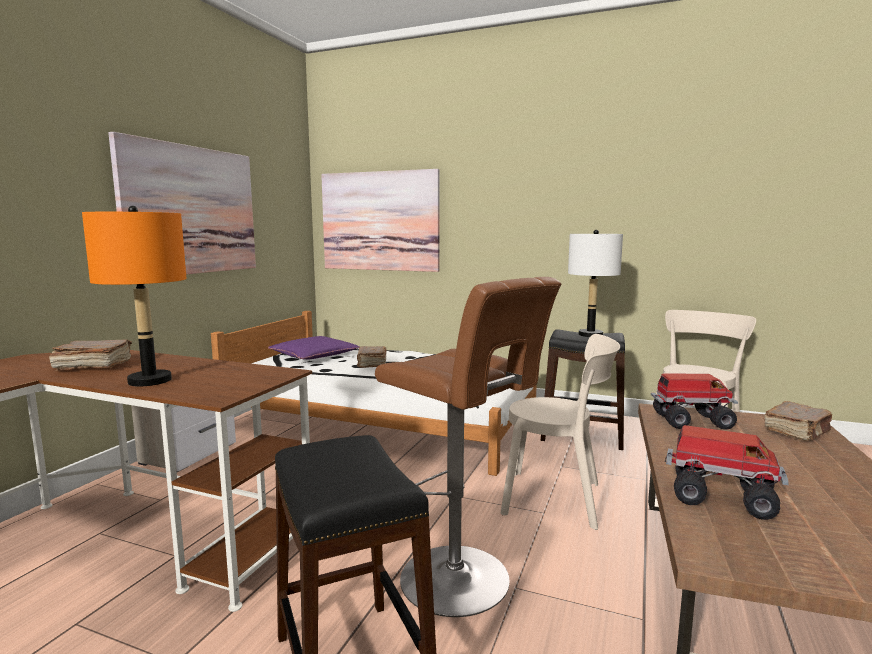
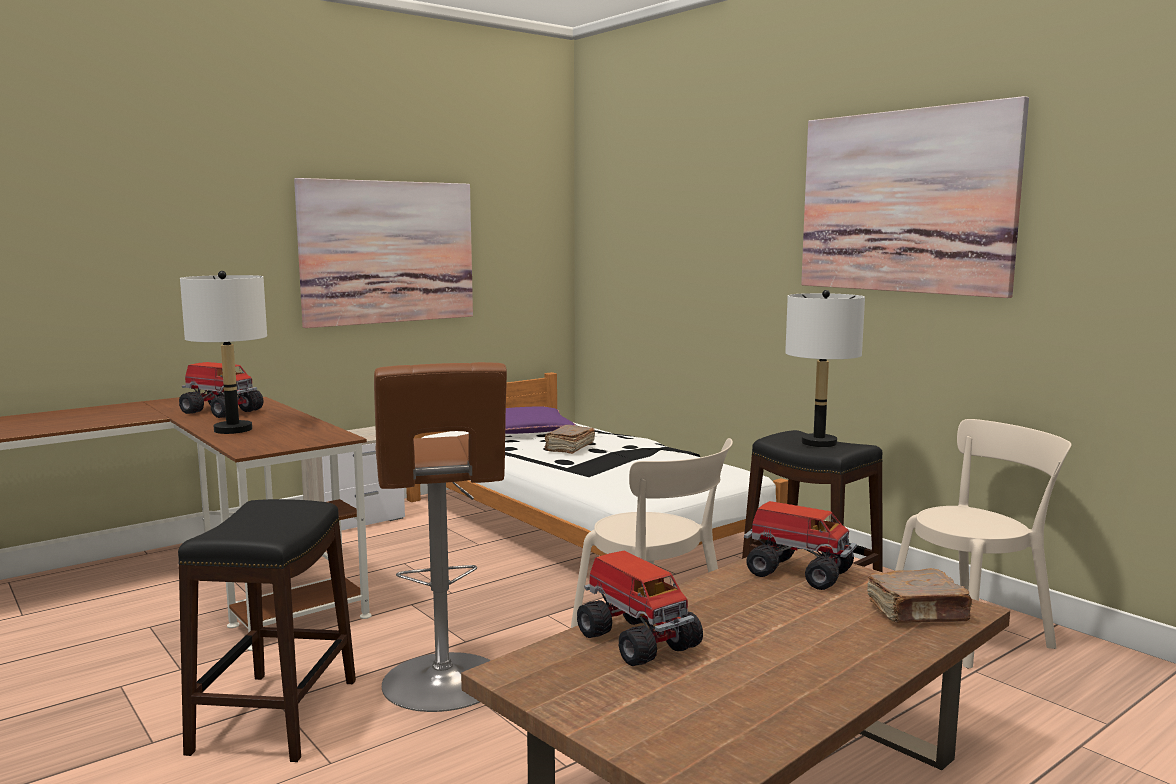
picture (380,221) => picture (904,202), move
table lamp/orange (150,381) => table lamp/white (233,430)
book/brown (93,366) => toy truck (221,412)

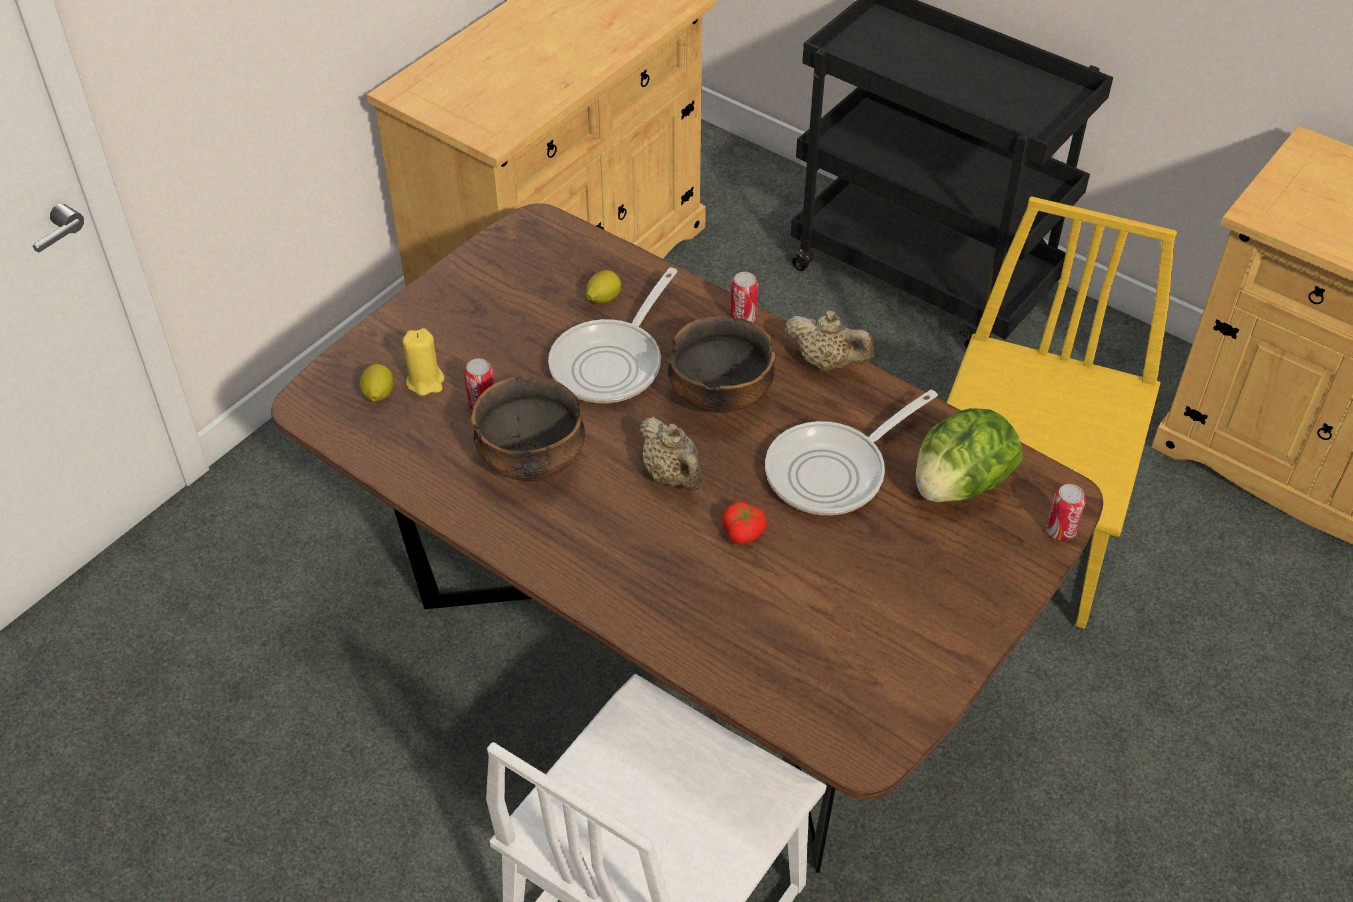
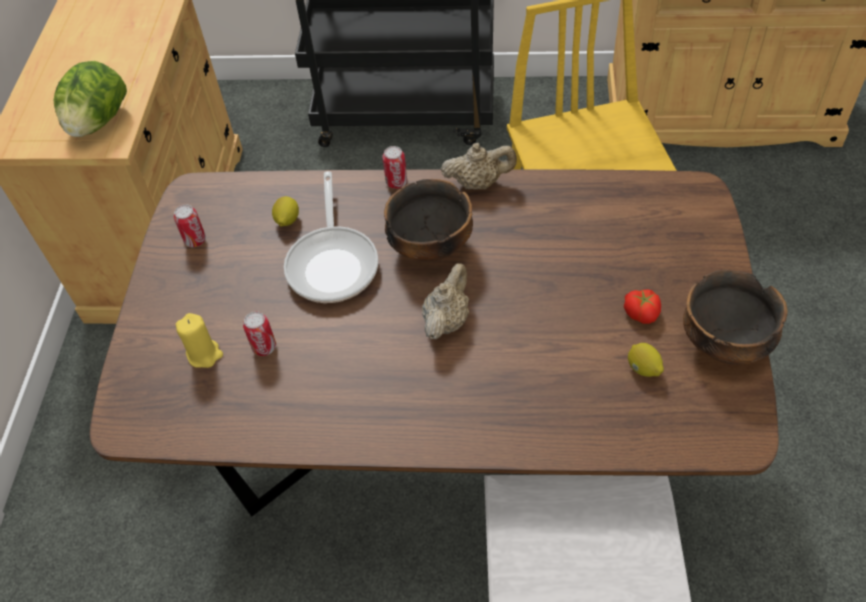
lemon (378,395) => lemon (643,368), move
bowl (531,462) => bowl (725,343), move
frying pan (833,471) => nothing
lettuce (960,485) => lettuce (98,122), move
teapot/beige (672,476) => teapot/beige (447,320), 90 degrees counterclockwise
can (1060,531) => can (195,240), move
tomato (744,532) => tomato (642,312), move

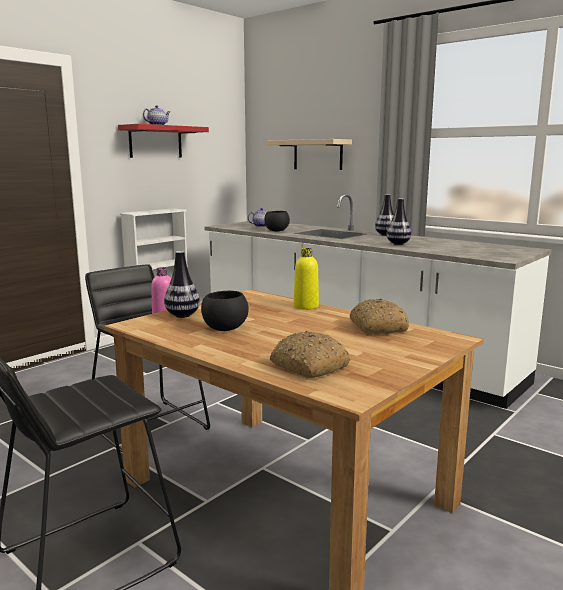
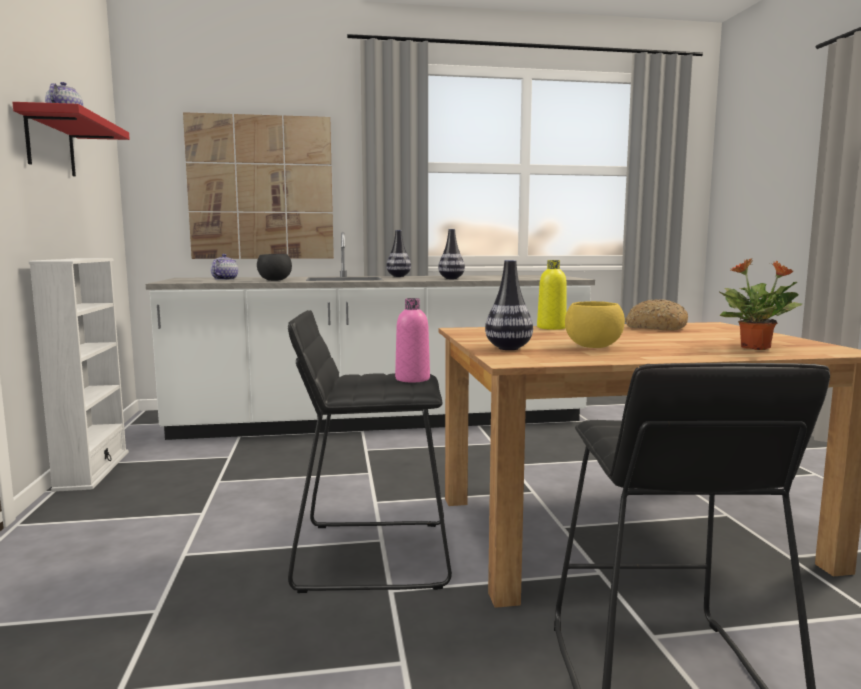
shelf/beige (317,155) => picture (261,188)
bowl/black (224,329) => bowl/yellow (592,347)
bread (308,366) => potted plant (756,348)

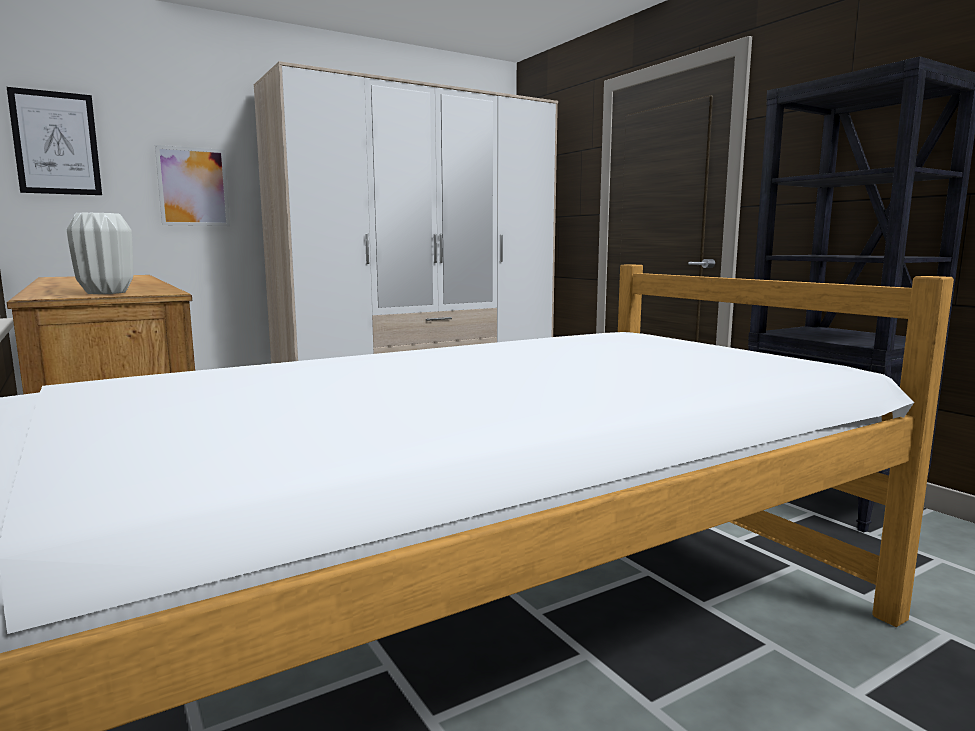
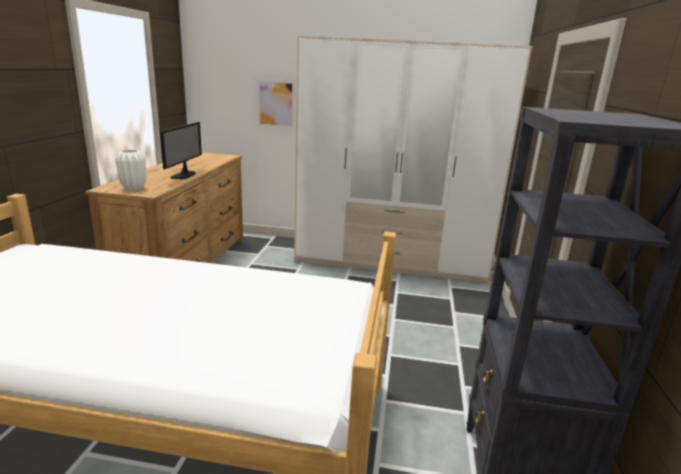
picture (56,143) => nothing
nothing => monitor (184,175)

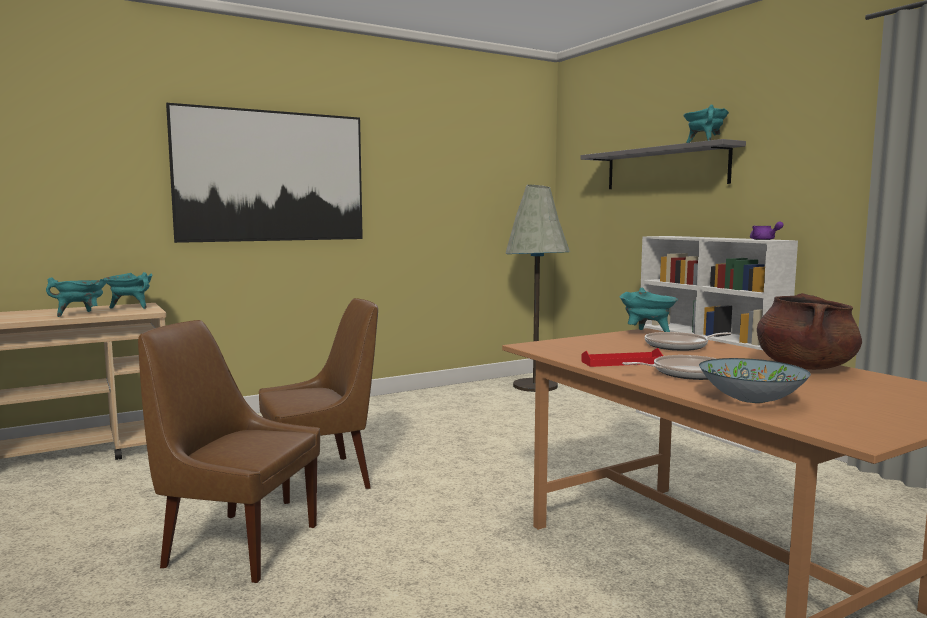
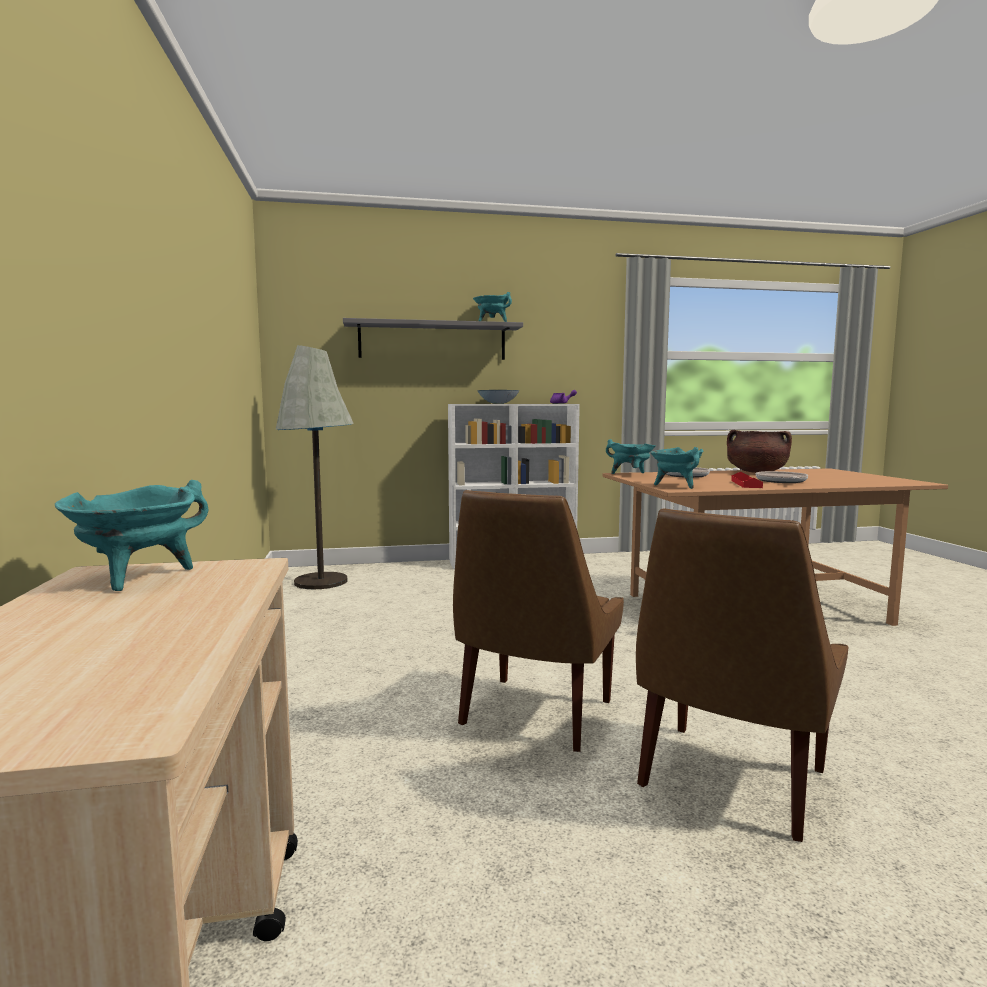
picture (271,176) => nothing
cooking pot/turquoise (81,314) => cooking pot/turquoise (676,486), move
chair/brown (322,478) => chair/brown (534,715), 150 degrees counterclockwise
bowl (750,399) => bowl (498,403), move

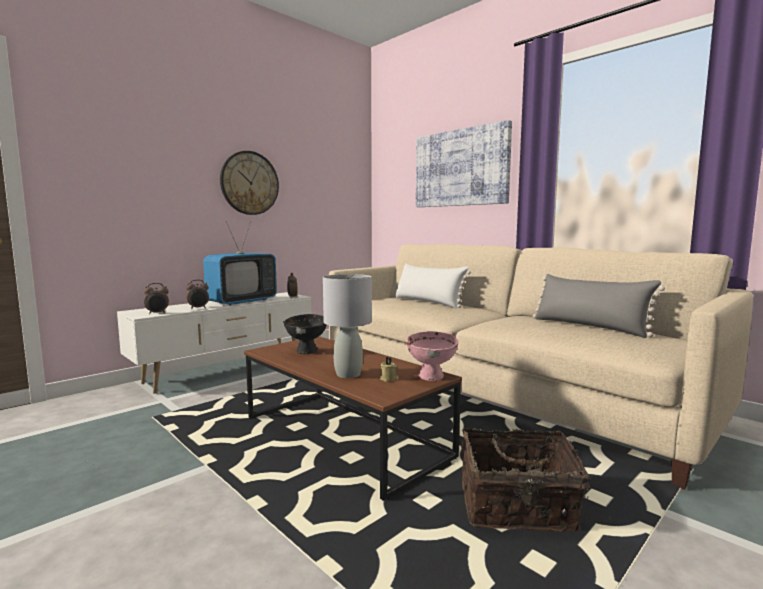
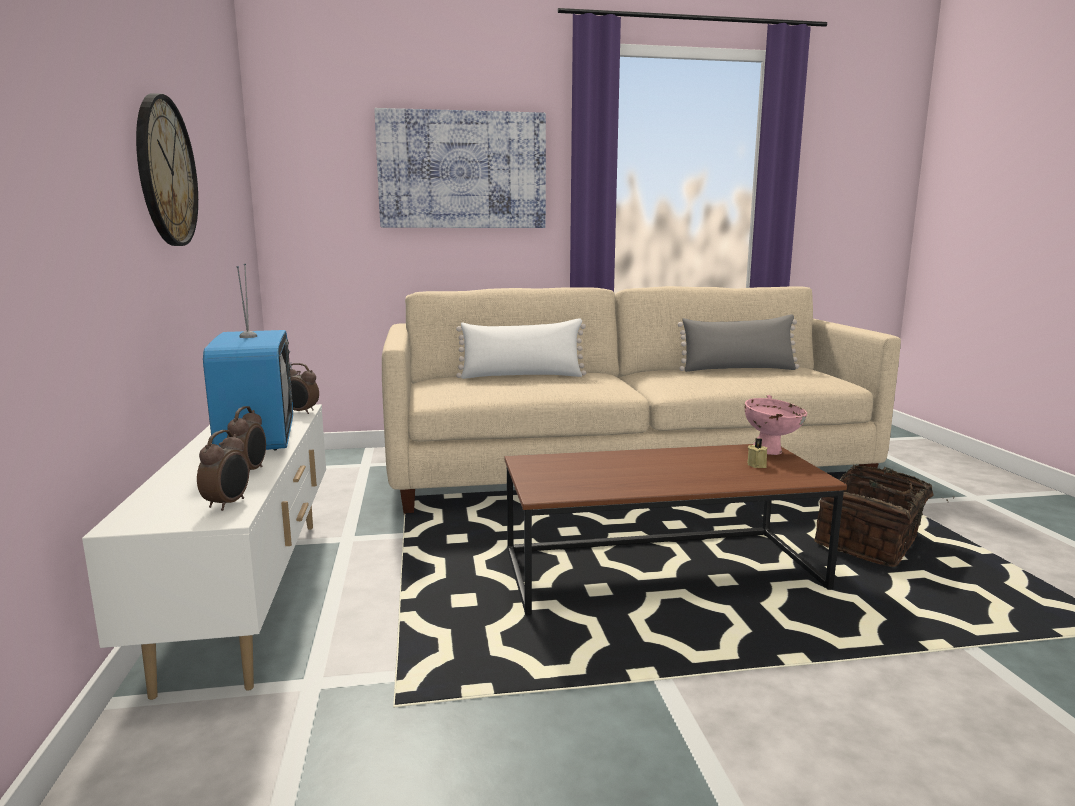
table lamp/grey (348,375) => nothing
bowl/black (307,352) => nothing

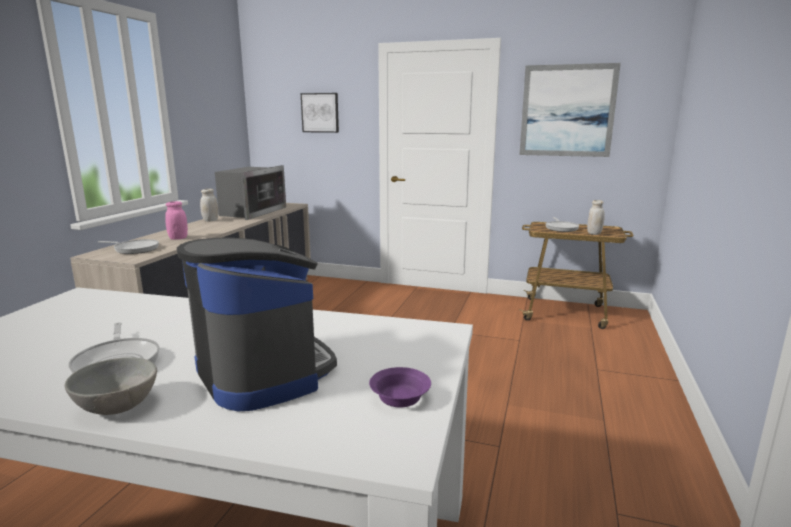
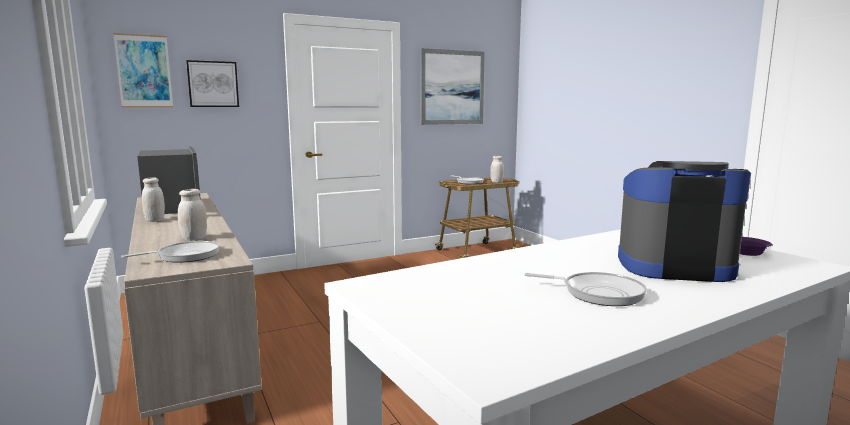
jar/pink (178,238) => jar/white (194,238)
bowl/grey (118,406) => nothing
nothing => picture (144,71)

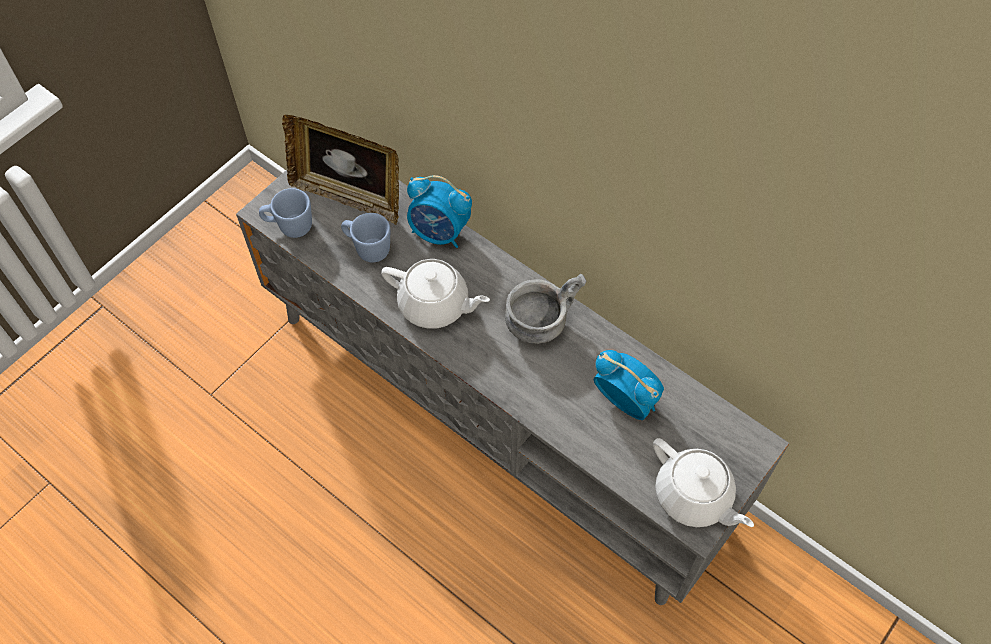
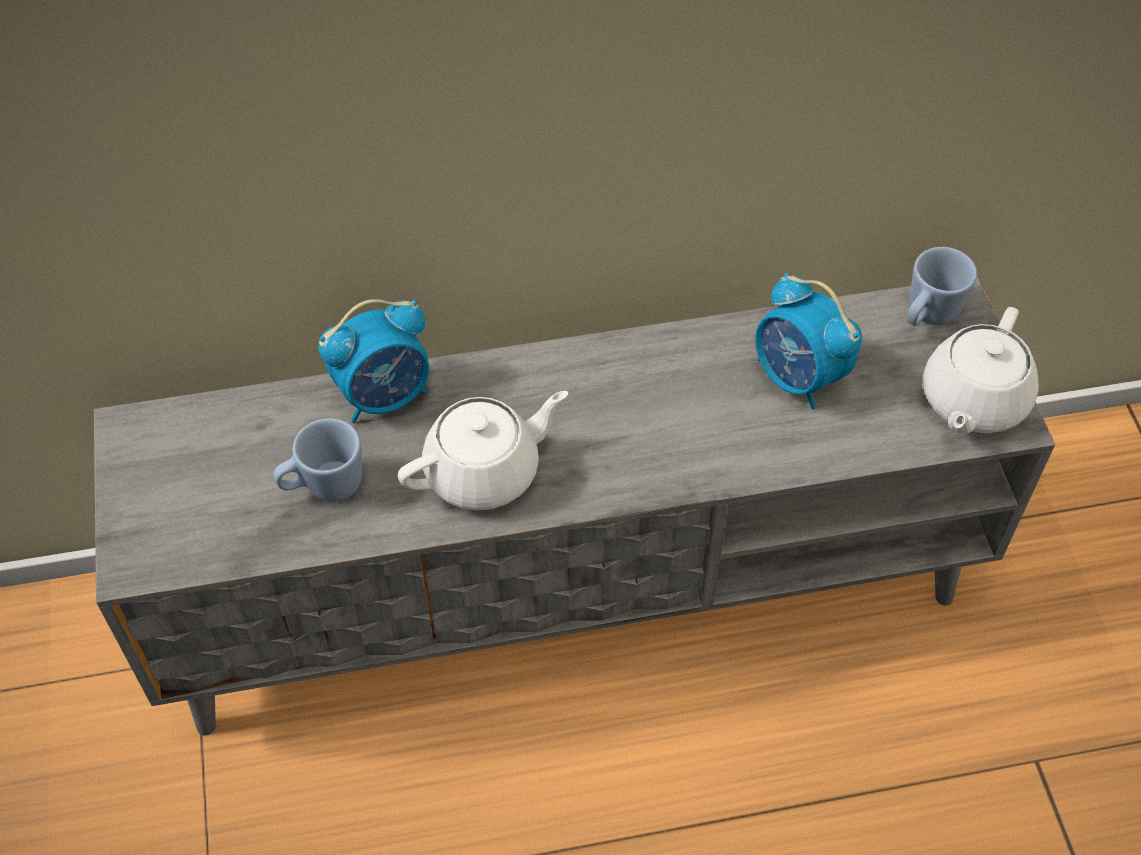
picture frame (348,195) => nothing
mug/blue (289,226) => mug/blue (927,315), move
bowl/grey (537,323) => nothing
alarm clock (625,401) => alarm clock (798,377), 120 degrees counterclockwise
teapot/white (693,496) => teapot/white (972,401), 120 degrees clockwise

